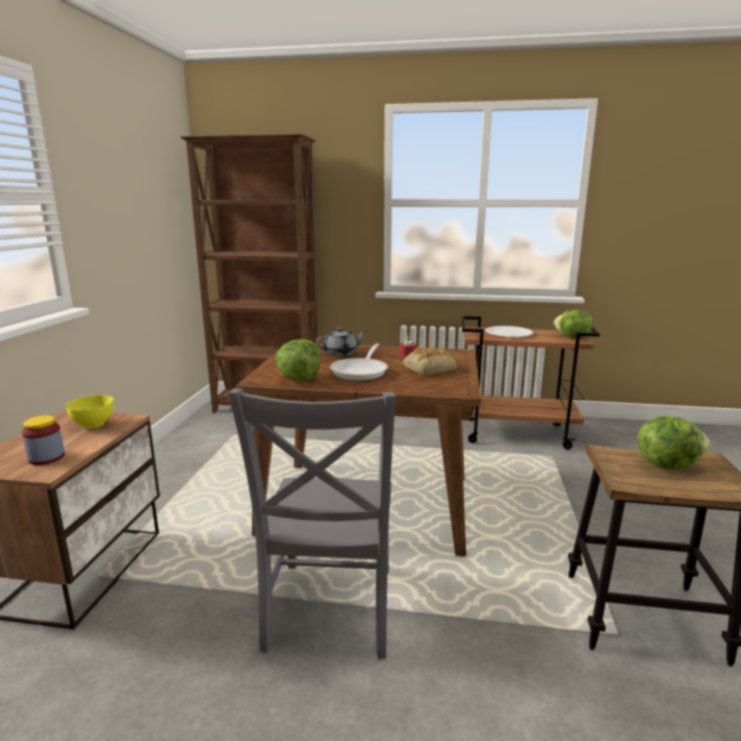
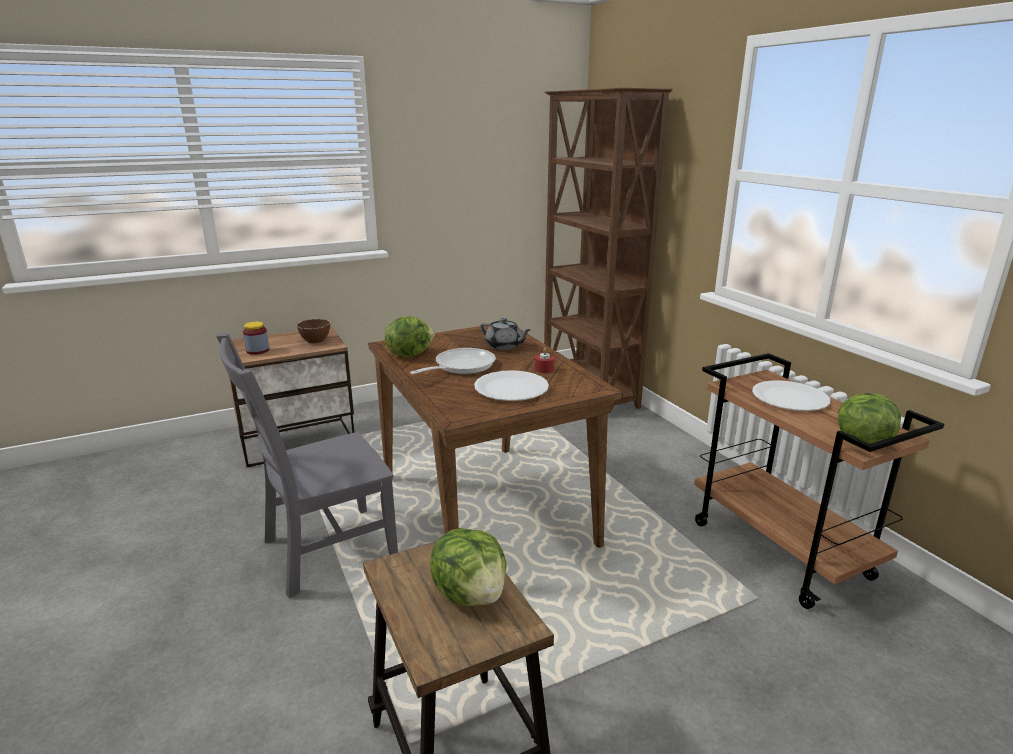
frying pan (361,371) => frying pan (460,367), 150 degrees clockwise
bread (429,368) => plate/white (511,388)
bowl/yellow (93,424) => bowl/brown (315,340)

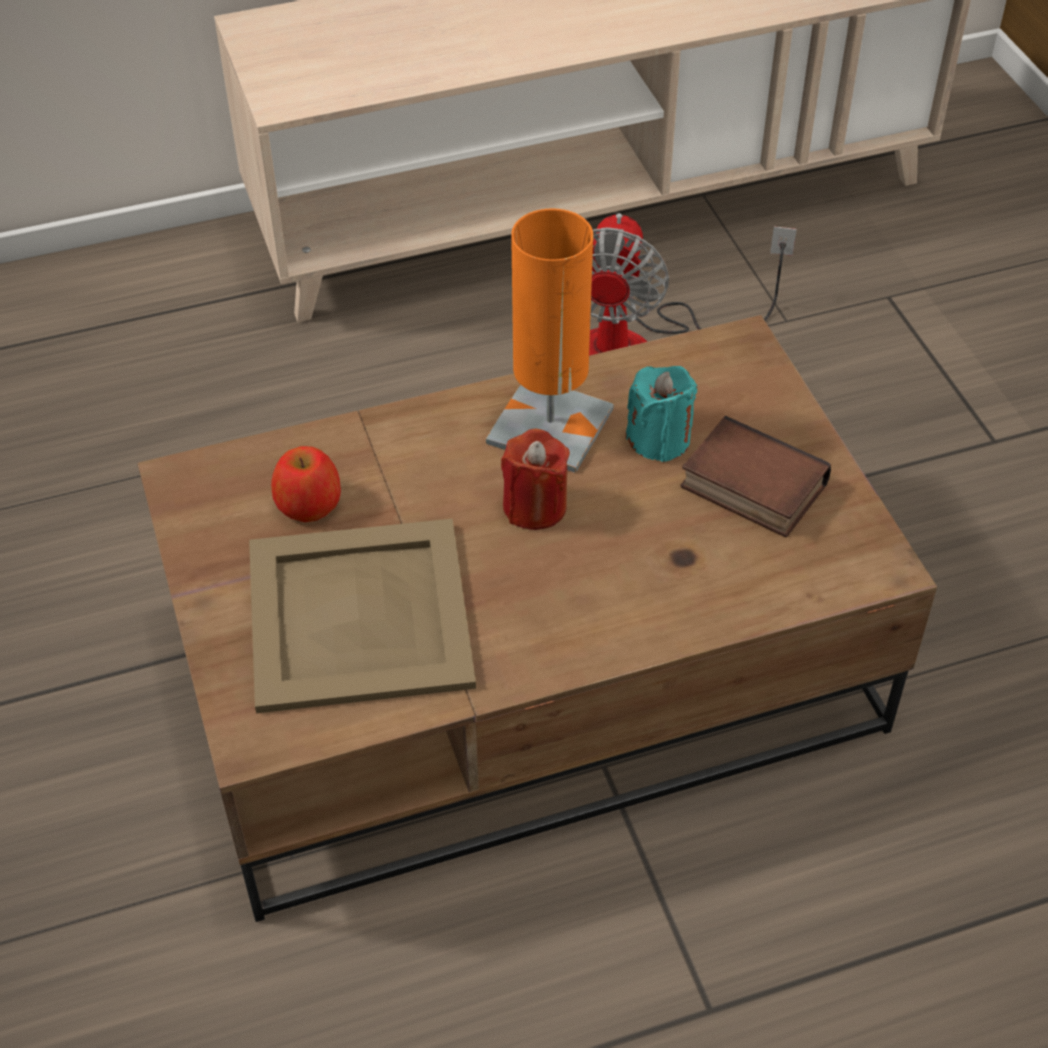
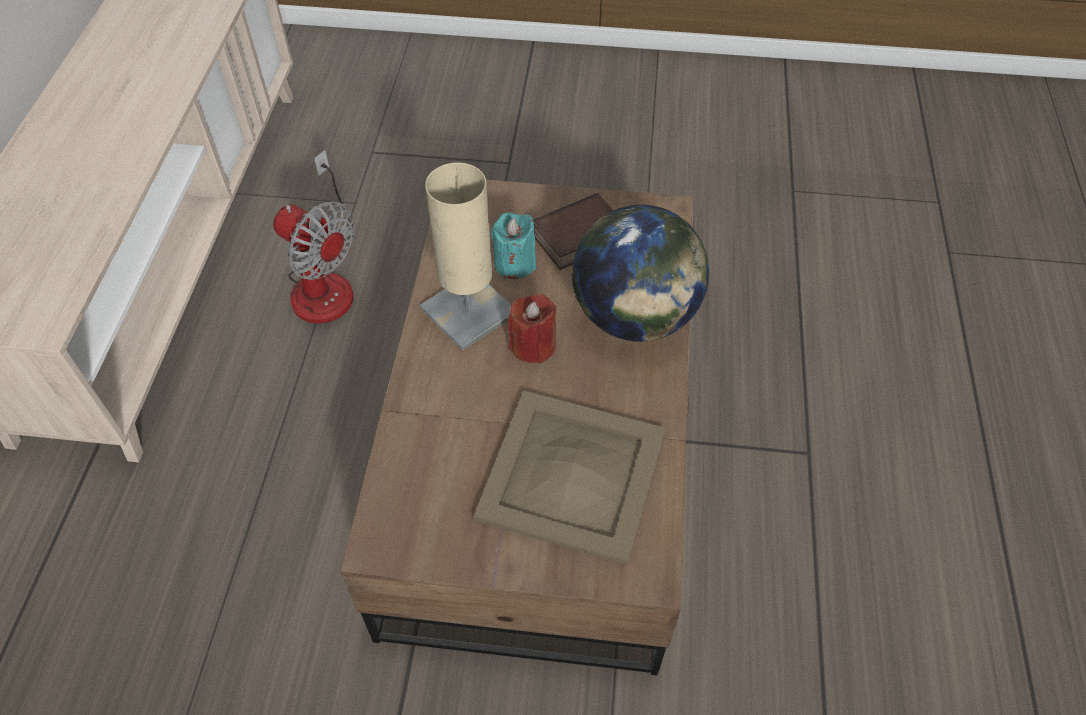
table lamp/orange (550,426) => table lamp/beige (468,311)
apple (309,503) => nothing
nothing => globe (634,317)

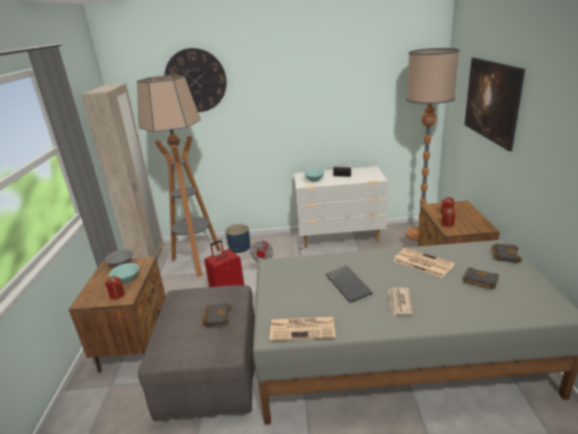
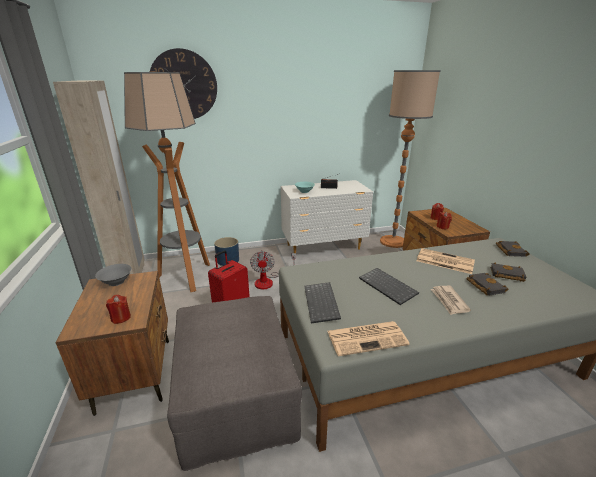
picture (489,119) => nothing
bowl/turquoise (126,280) => nothing
book/black (216,316) => book/black (484,286), move
nothing => keyboard (322,303)

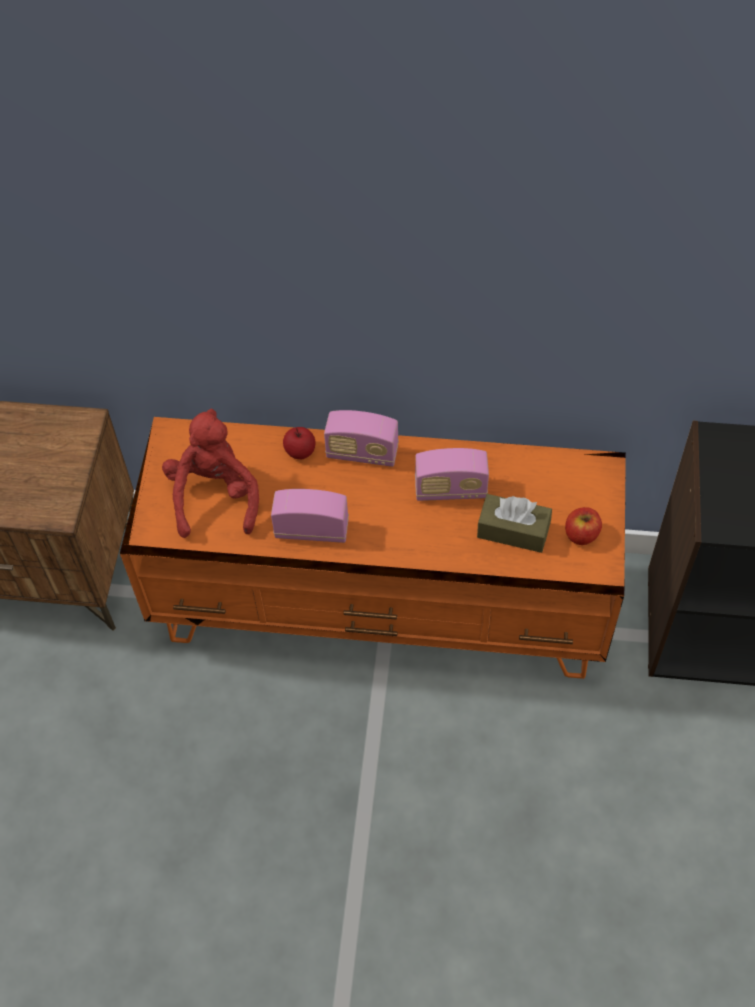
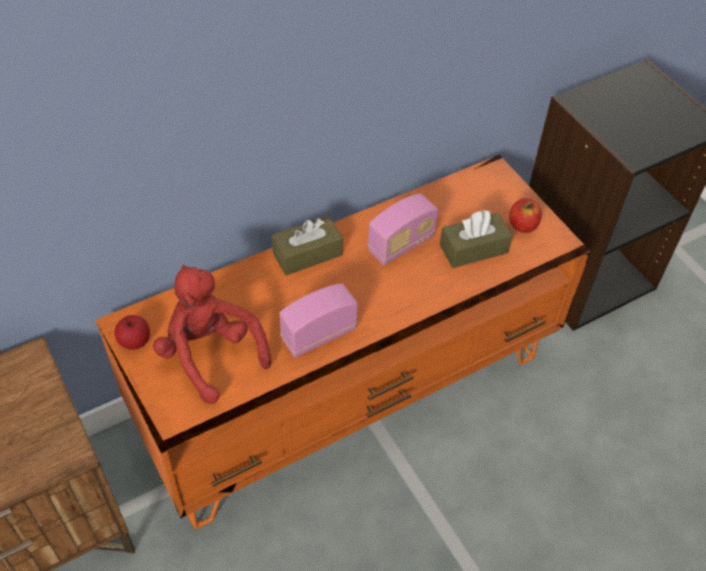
radio (362,453) => tissue box/brown (307,254)
apple (300,451) => apple (134,341), move

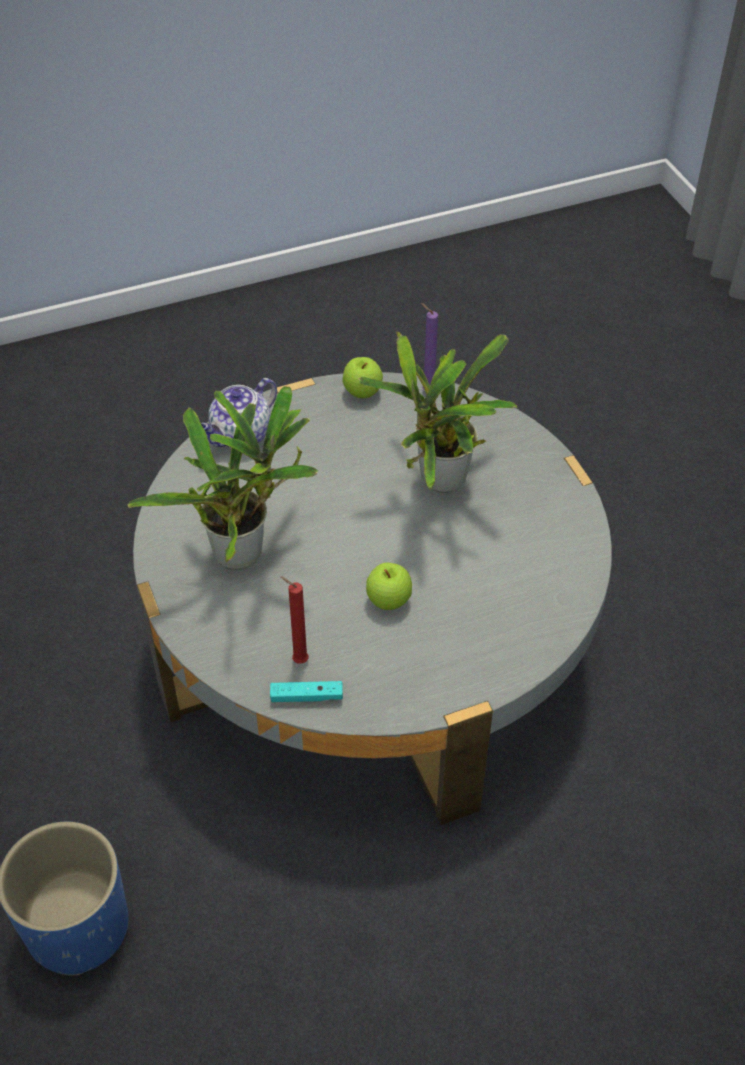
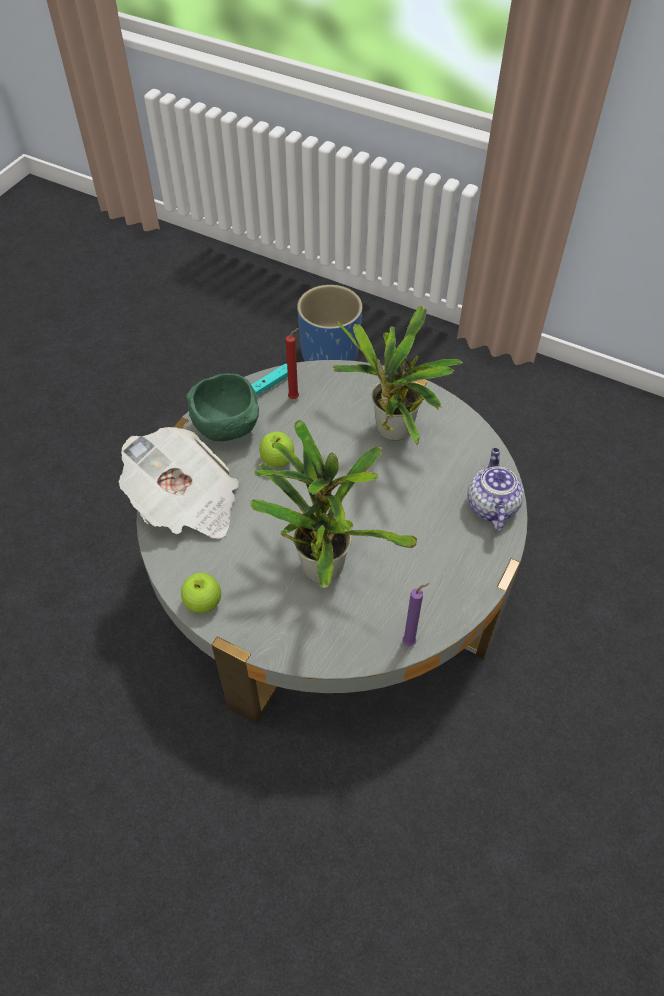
apple (362,392) => apple (203,602), move
nothing => bowl/green (229,428)
nothing => newspaper (186,503)

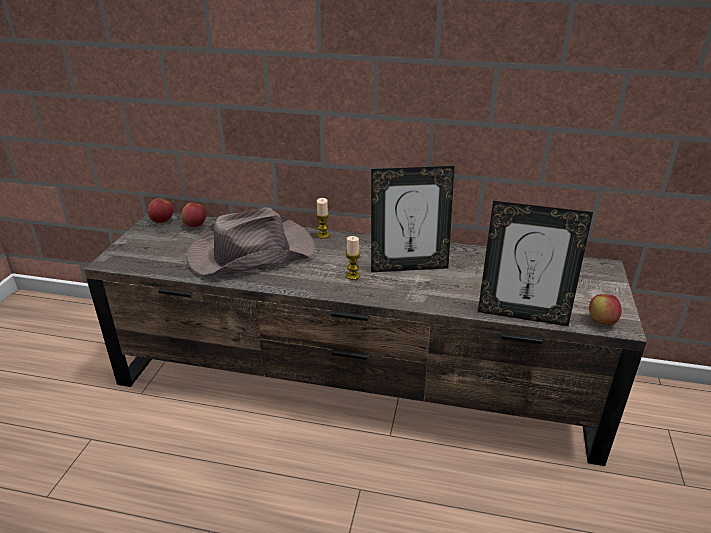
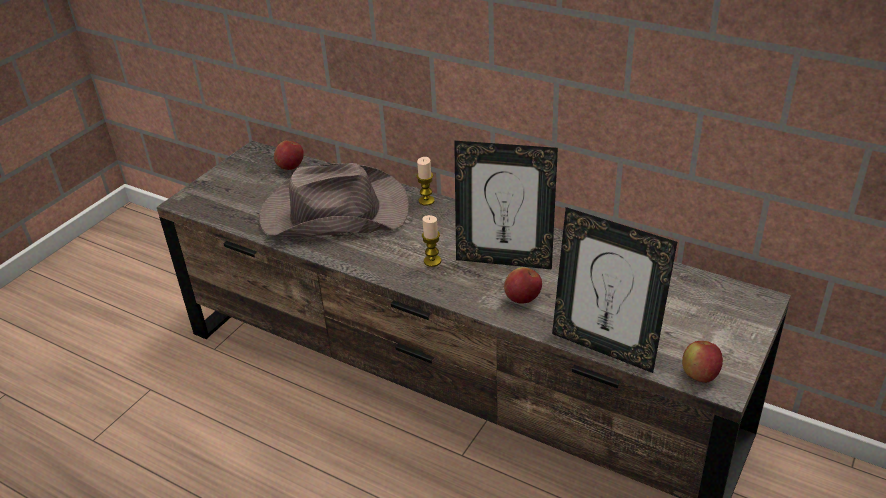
apple (162,221) => apple (522,299), move

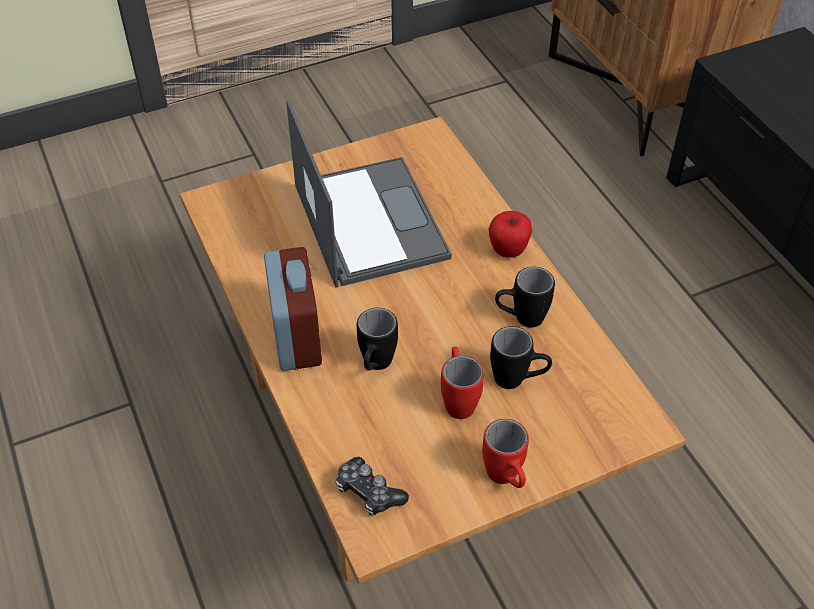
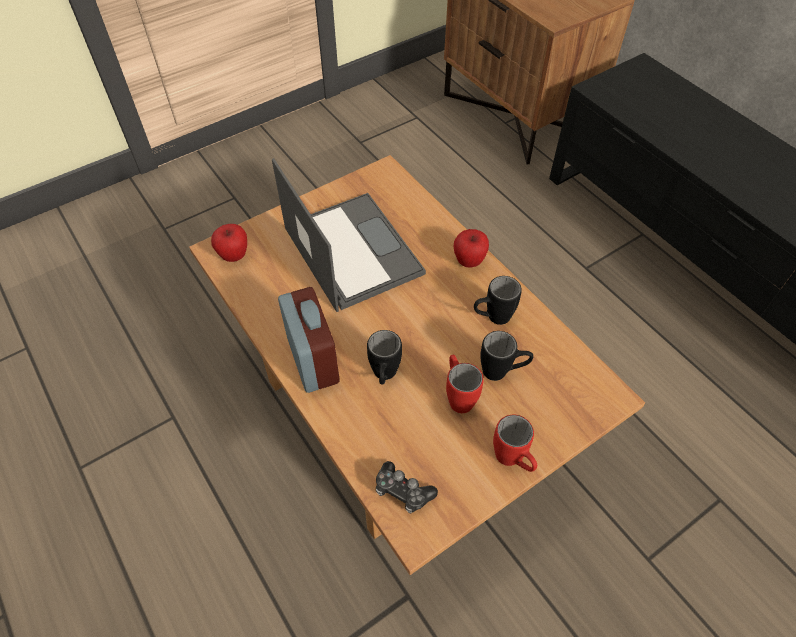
nothing => apple (234,256)

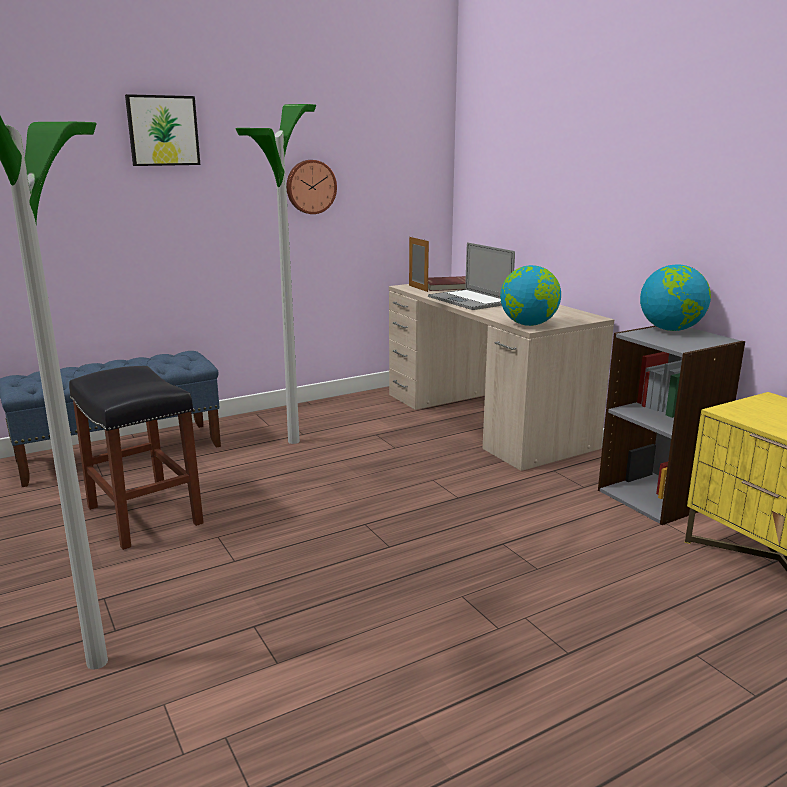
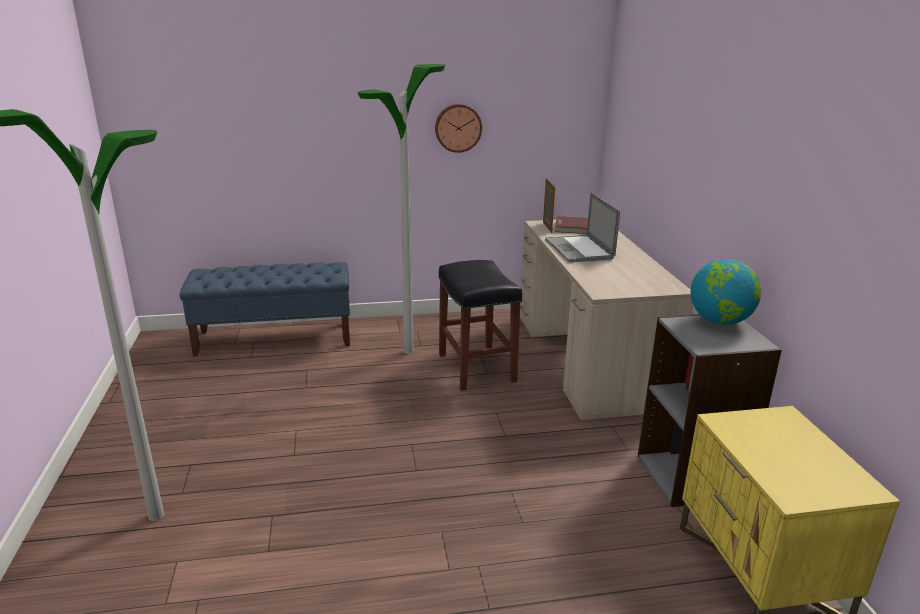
picture (163,130) => nothing
globe (528,324) => nothing
stool/black (143,515) => stool/black (475,367), move

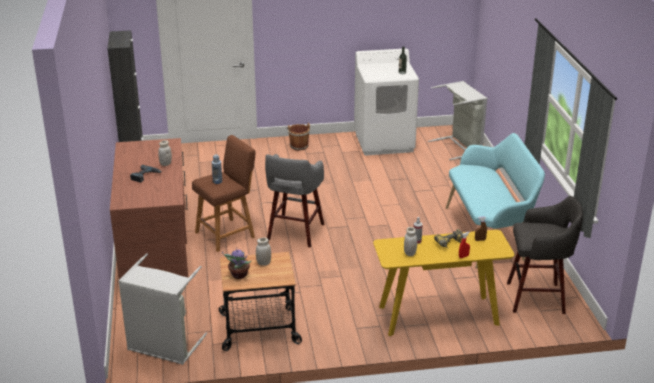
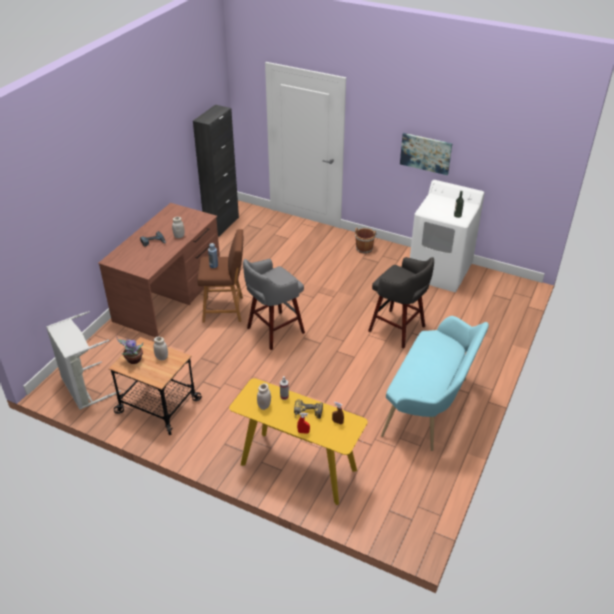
laundry basket/grey (459,147) => nothing
stool/grey (538,298) => stool/grey (398,329), move
nothing => picture (425,153)

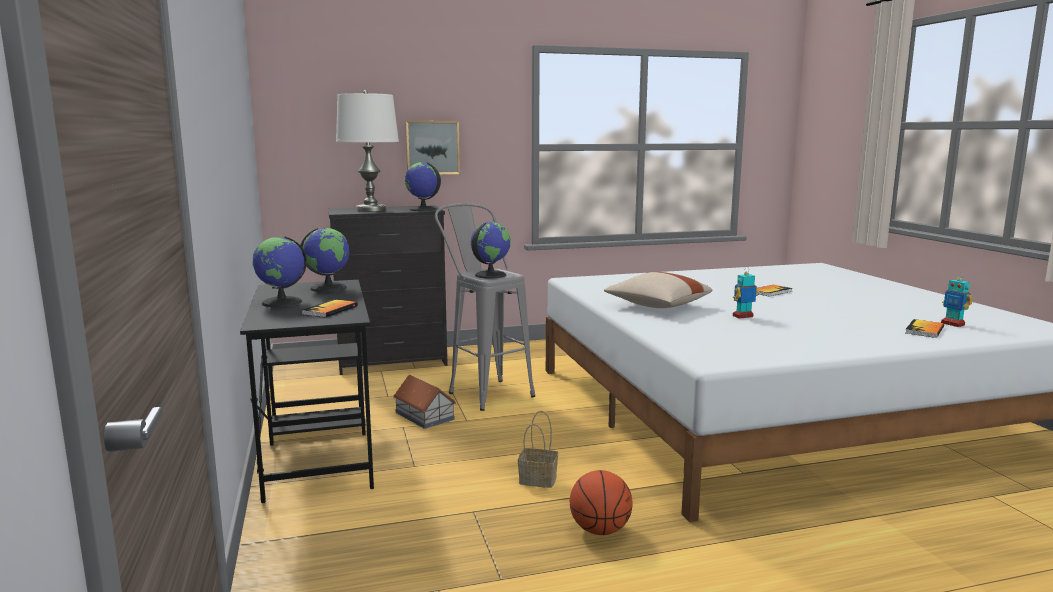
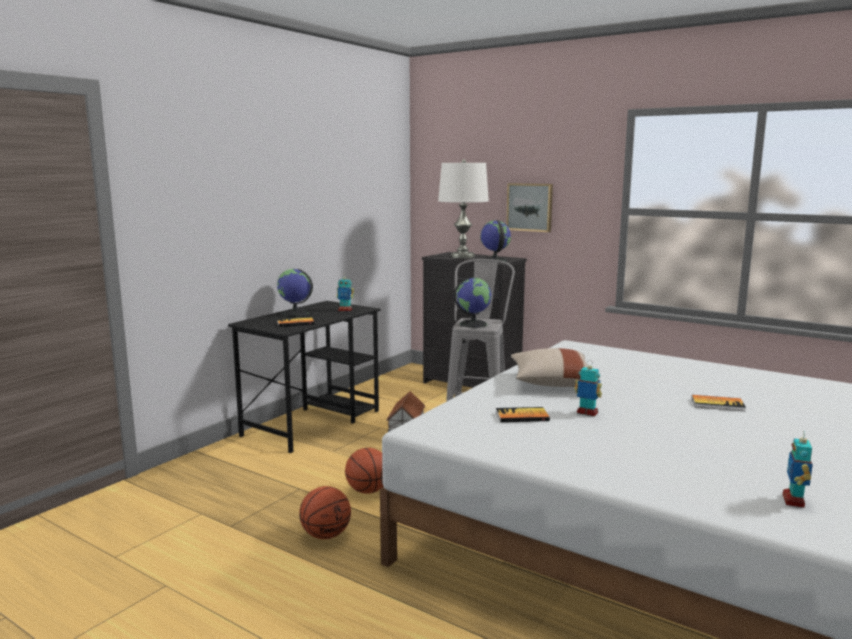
globe (328,288) => toy robot (345,310)
book (924,330) => book (522,416), move
basket (536,480) => basketball (367,491)

